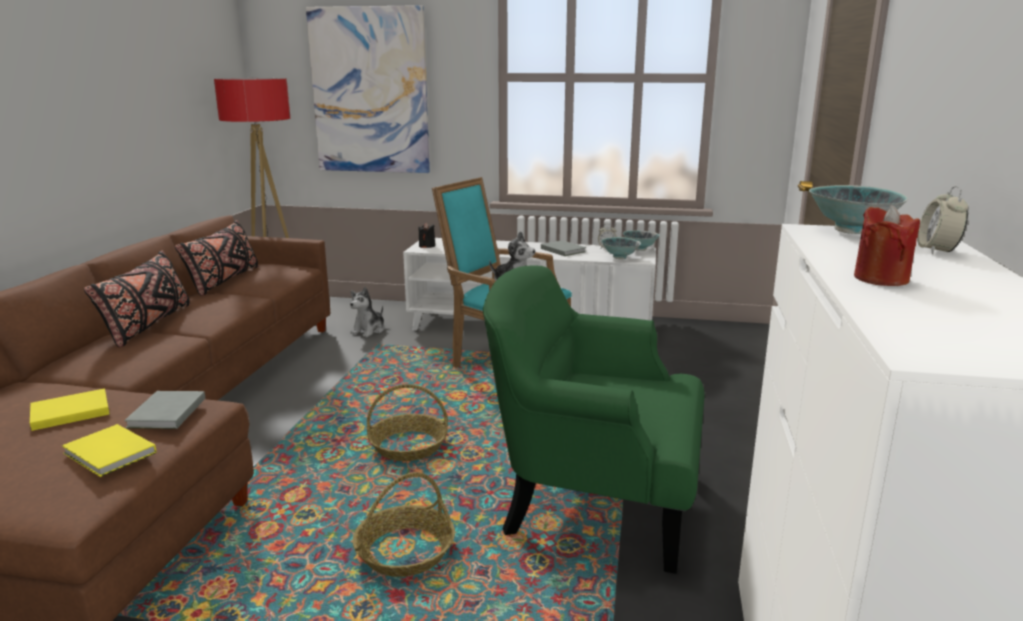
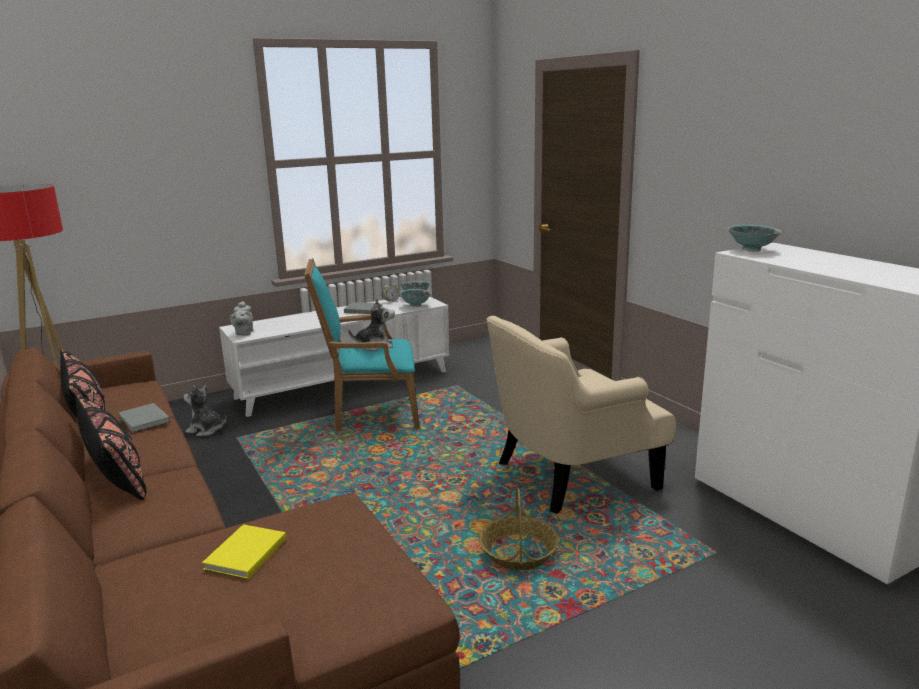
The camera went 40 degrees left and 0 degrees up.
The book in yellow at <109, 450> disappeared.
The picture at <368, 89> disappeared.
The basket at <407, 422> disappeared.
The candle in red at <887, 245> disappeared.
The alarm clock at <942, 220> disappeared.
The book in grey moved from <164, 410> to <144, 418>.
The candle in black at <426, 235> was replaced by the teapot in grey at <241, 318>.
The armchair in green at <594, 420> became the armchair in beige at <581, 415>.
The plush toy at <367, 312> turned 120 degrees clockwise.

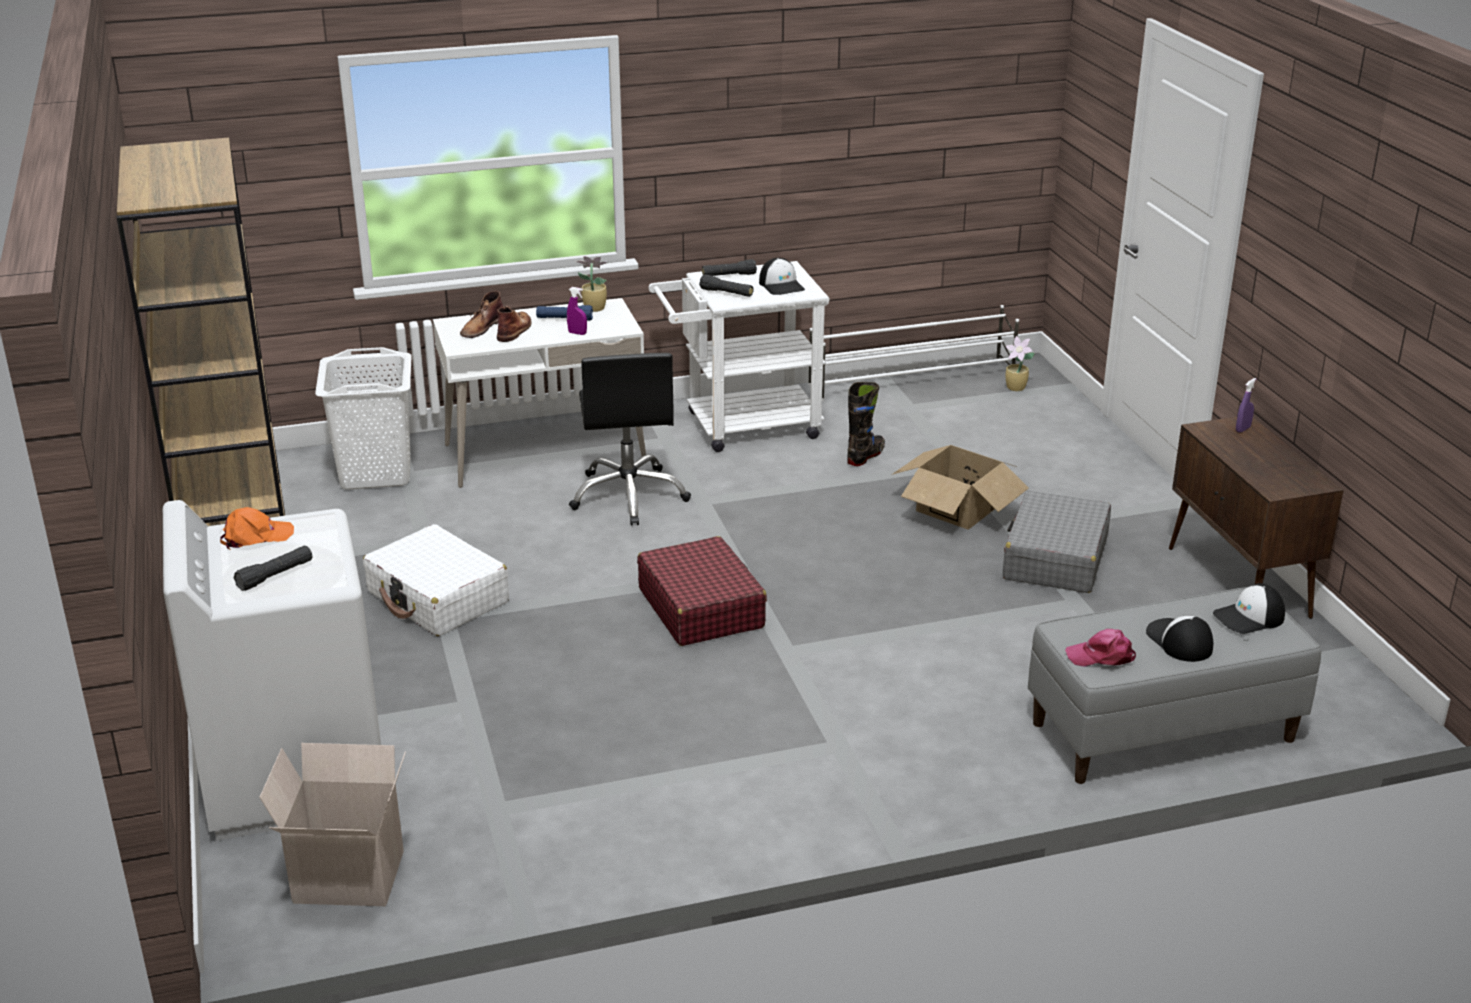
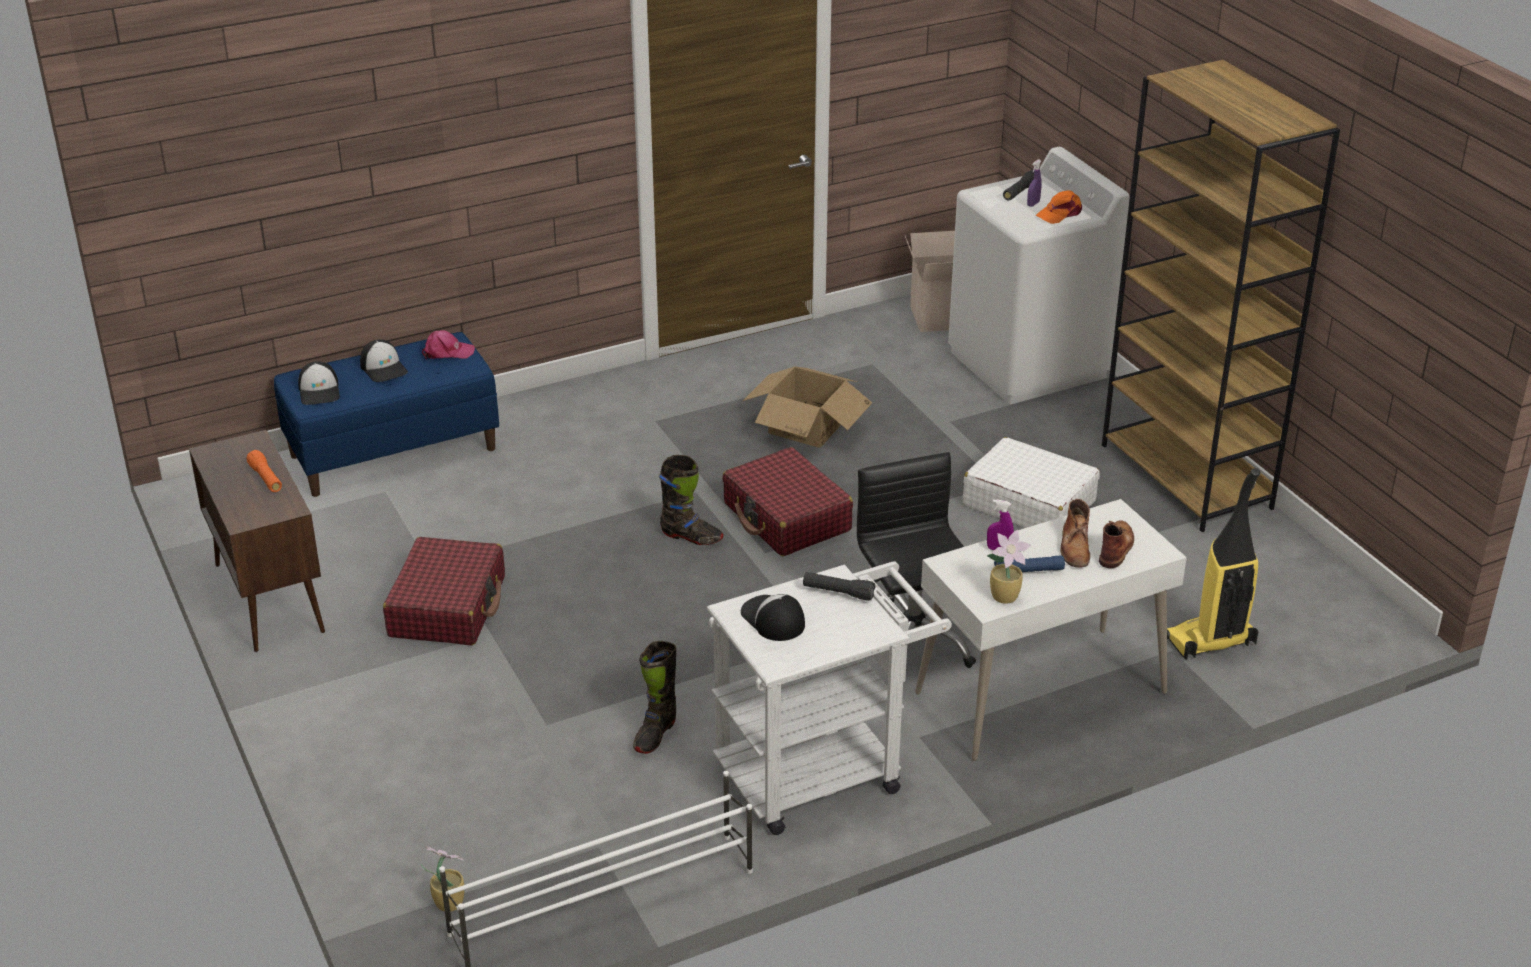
The camera went 170 degrees right and 5 degrees up.
The flashlight in black at <729, 267> disappeared.
The flashlight in orange at <264, 471> appeared.
The boot in black at <691, 500> appeared.
The cardboard box moved from <961, 487> to <807, 407>.
The spray bottle in purple moved from <1246, 405> to <1034, 183>.
The laundry basket in white at <363, 418> was replaced by the vacuum cleaner at <1214, 564>.
The suitcase in grey at <1057, 542> became the suitcase in red at <444, 591>.
The bench in grey at <1174, 685> became the bench in blue at <386, 414>.
The cap at <1249, 608> turned 105 degrees clockwise.

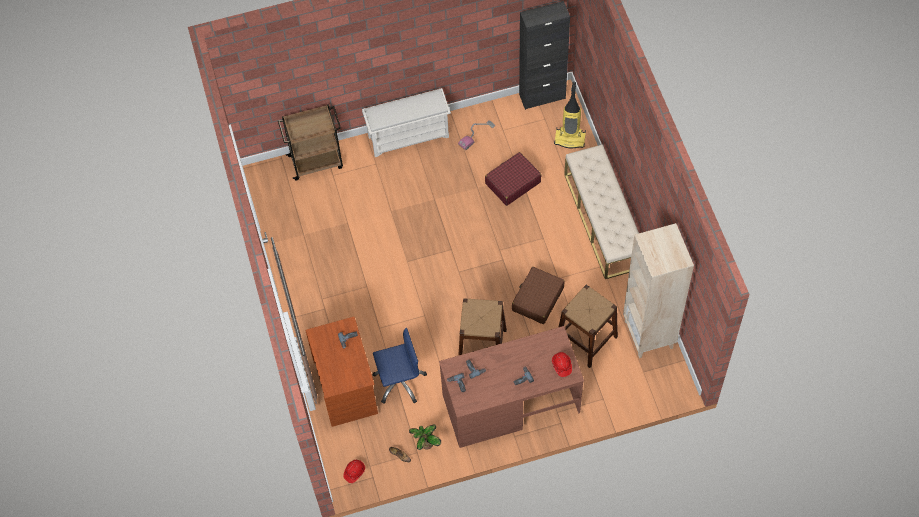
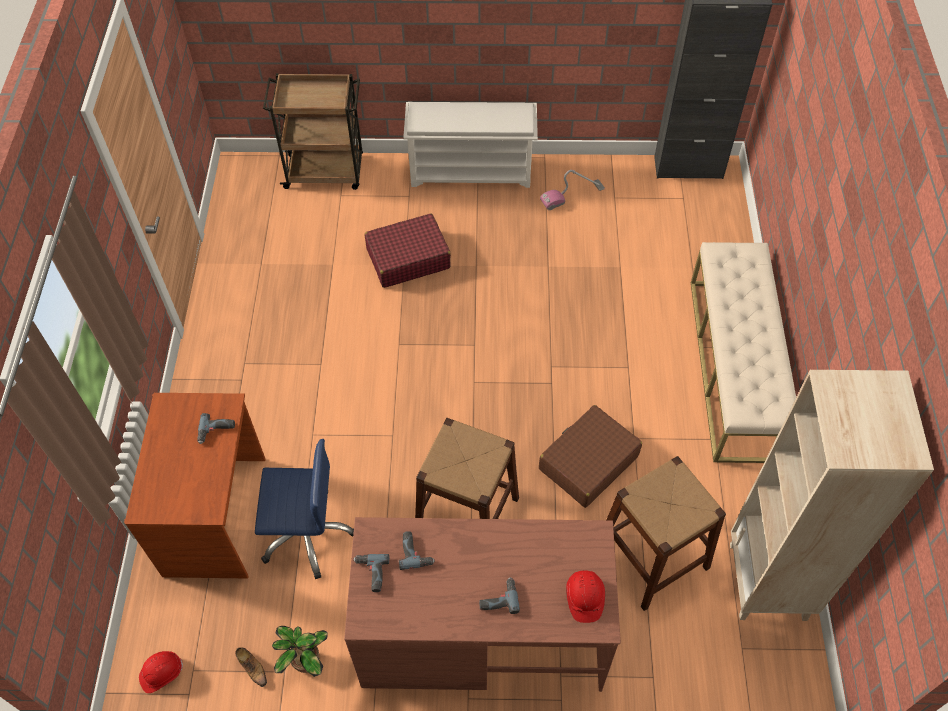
The camera went 15 degrees right and 5 degrees down.
The vacuum cleaner at <570, 115> disappeared.
The suitcase in red moved from <513, 179> to <407, 250>.

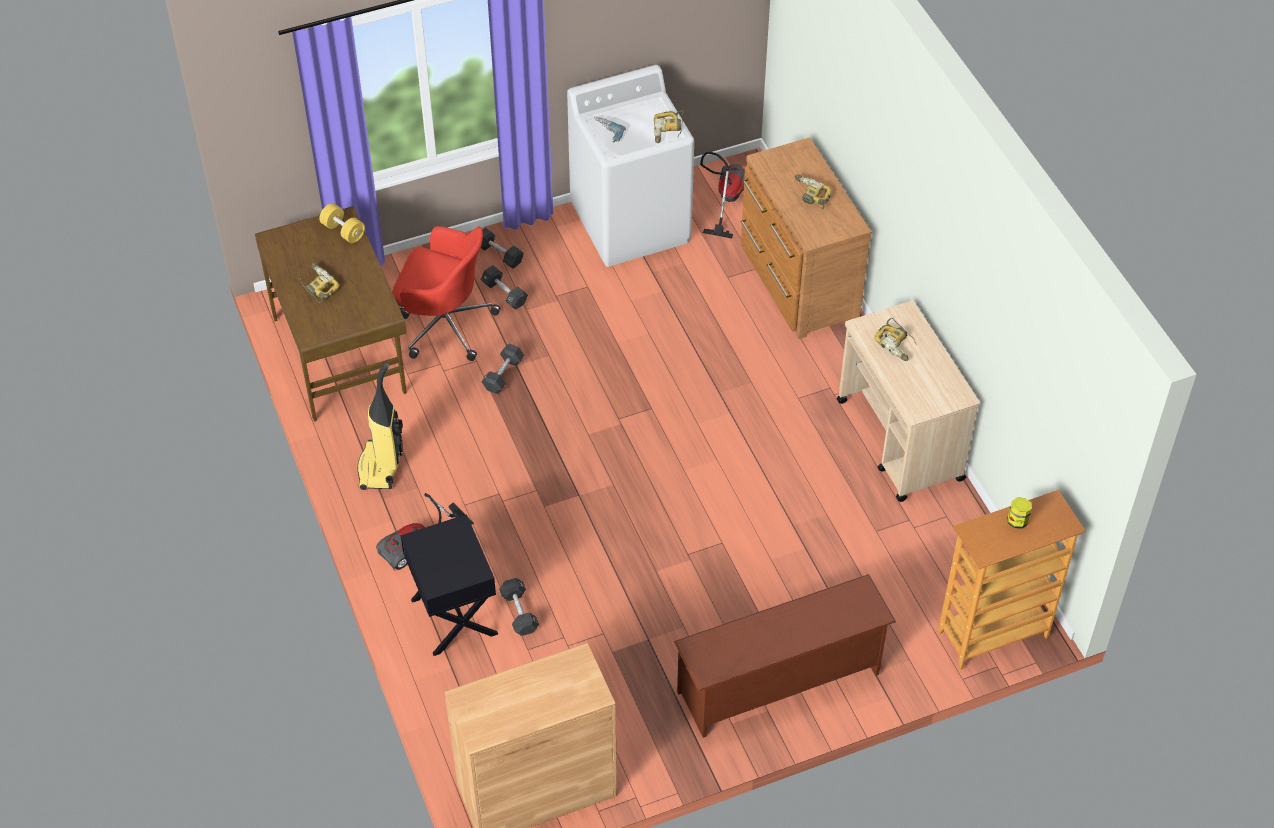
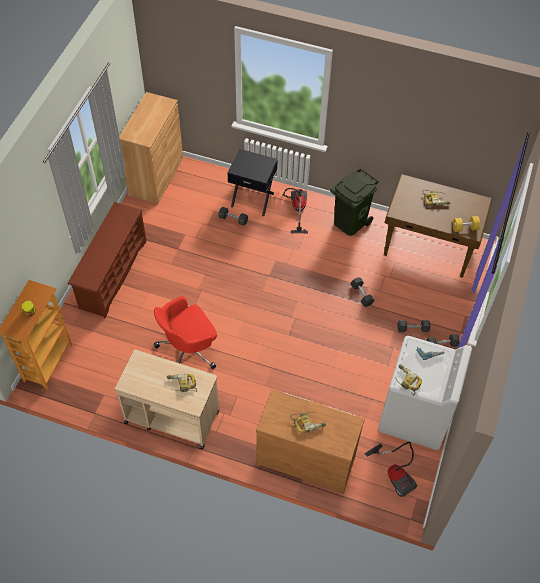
The camera went 130 degrees right and 5 degrees up.
The office chair in red moved from <446, 293> to <185, 332>.
The vacuum cleaner at <380, 426> was replaced by the trash can in green at <354, 202>.

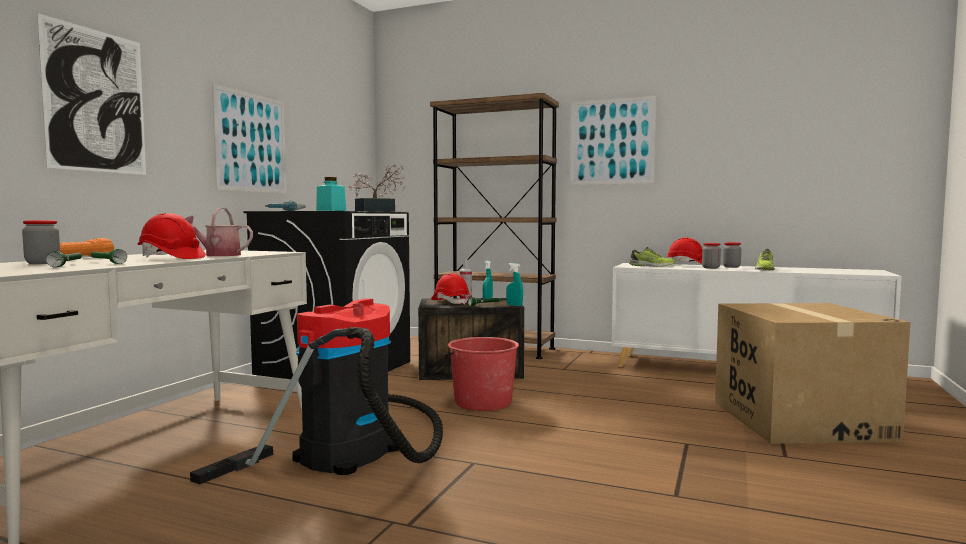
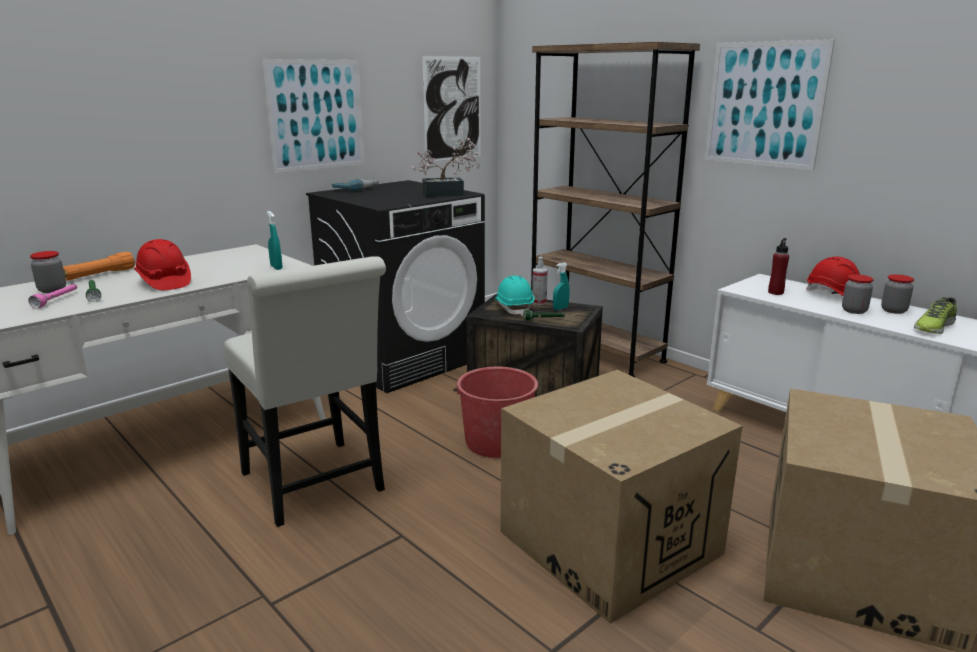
The camera went 25 degrees right and 15 degrees up.
The watering can at <219, 231> disappeared.
The jar in turquoise at <331, 194> disappeared.
The cardboard box at <621, 497> appeared.
The picture moved from <91, 94> to <451, 109>.
The spray bottle in turquoise moved from <514, 284> to <274, 240>.
The vacuum cleaner at <316, 391> was replaced by the chair in white at <305, 391>.
The shoe at <652, 257> was replaced by the bottle in red at <778, 266>.
The flashlight in green at <64, 259> became the flashlight in pink at <52, 296>.
The hard hat in red at <450, 289> became the hard hat in turquoise at <515, 296>.

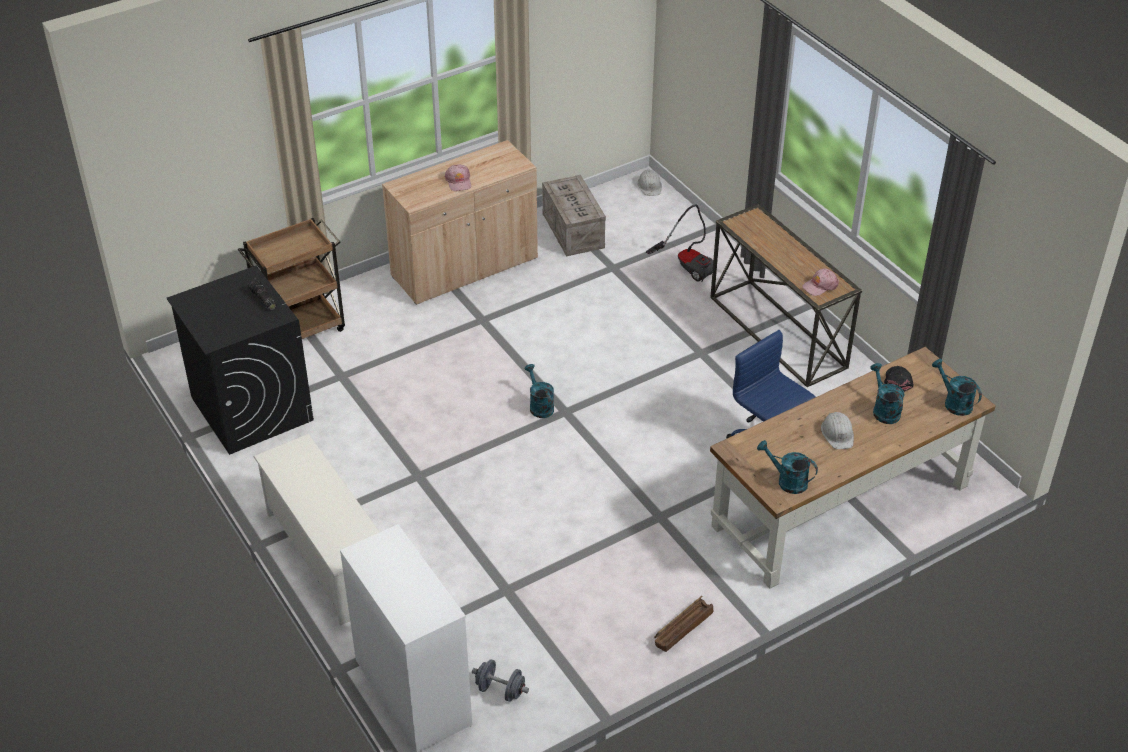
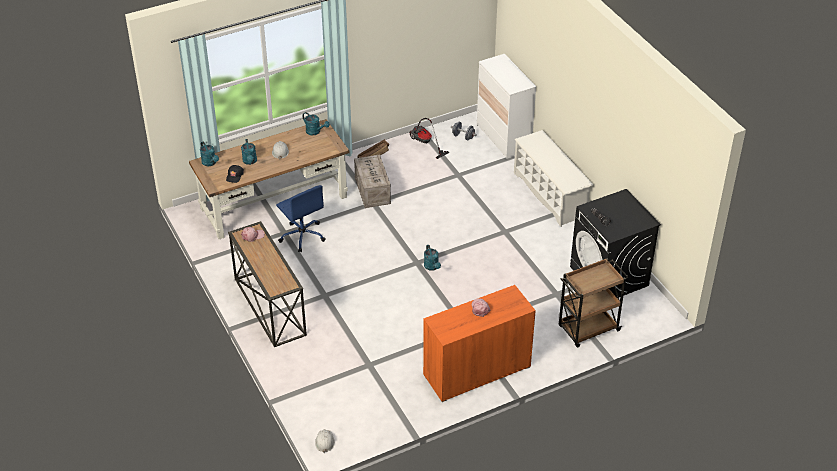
The camera went 175 degrees left and 0 degrees up.
The crate moved from <574, 215> to <372, 181>.
The vacuum cleaner moved from <679, 243> to <429, 138>.
The cabinet in beige at <460, 222> became the cabinet in orange at <479, 343>.

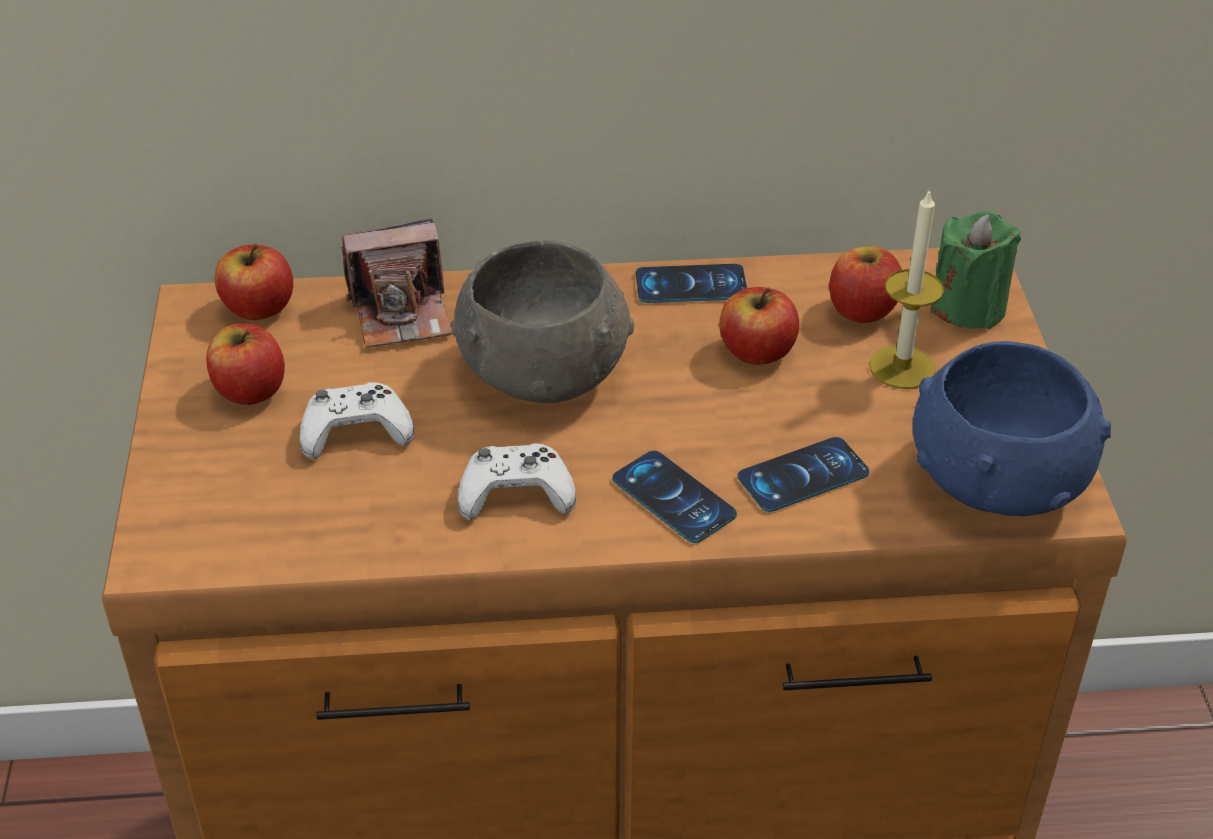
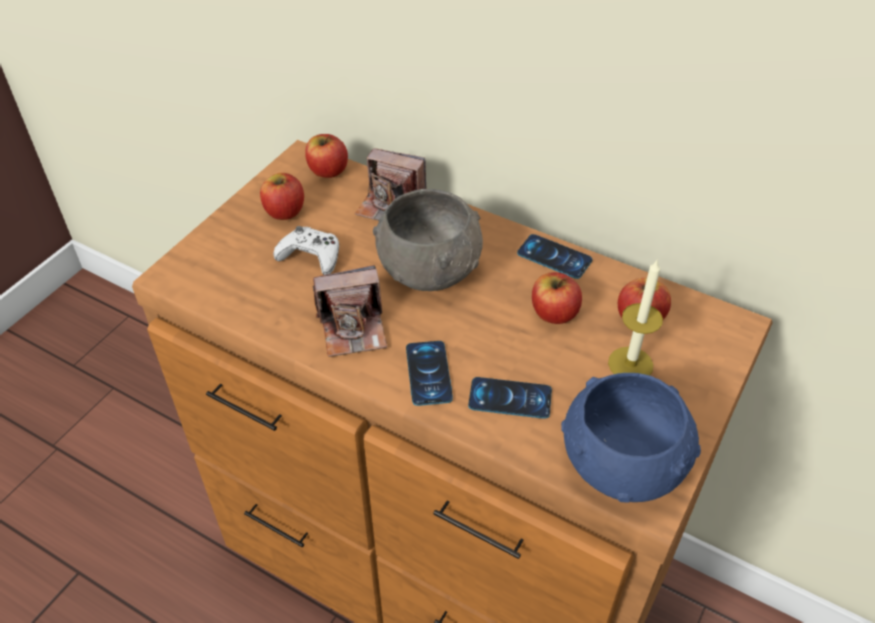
The camera went 35 degrees right and 5 degrees up.
The candle in green at <975, 270> disappeared.
The game controller in white at <517, 481> was replaced by the photo camera at <350, 311>.

